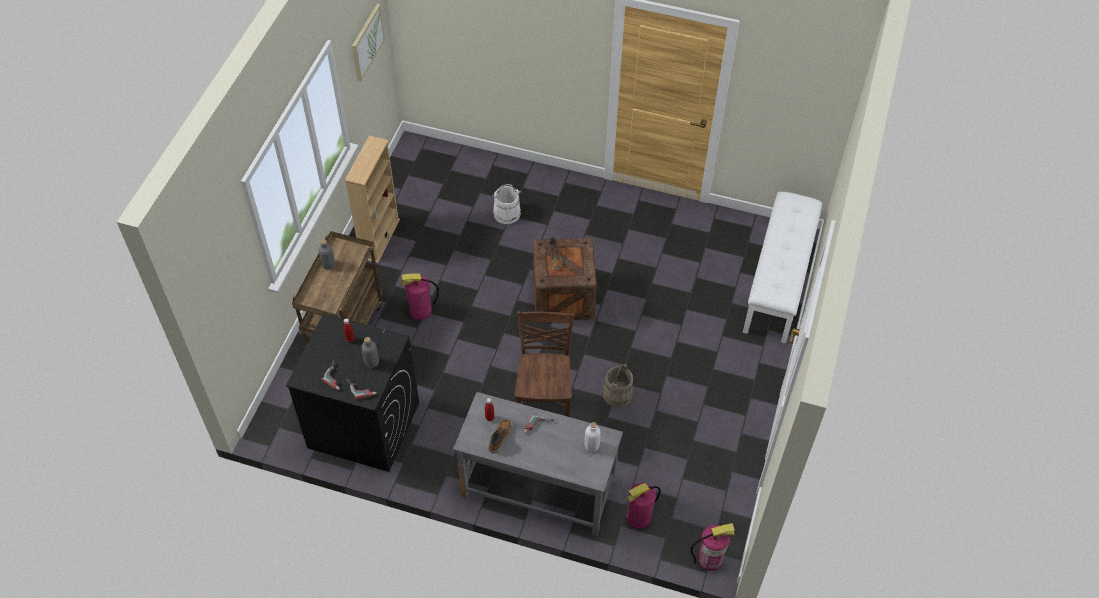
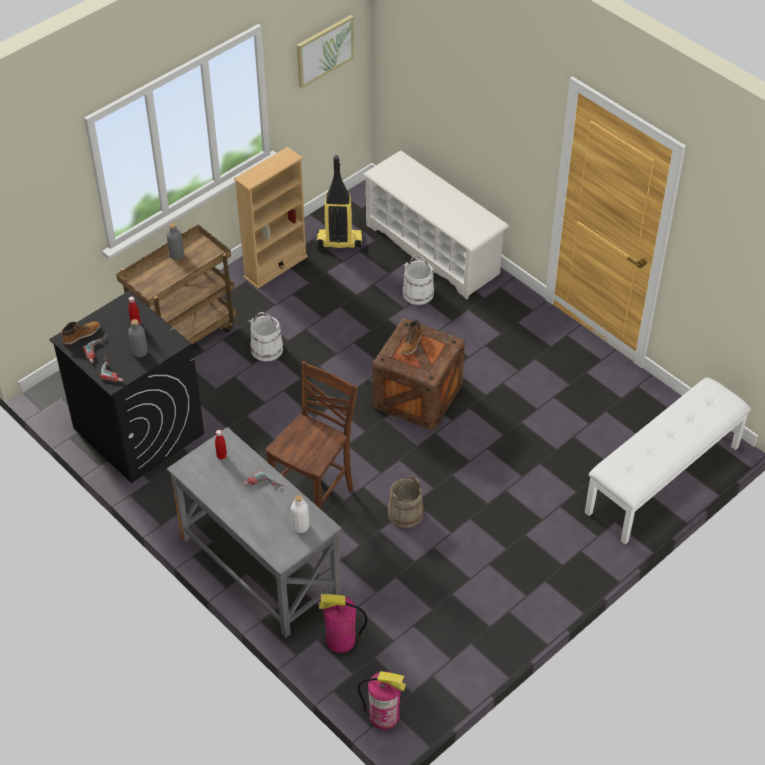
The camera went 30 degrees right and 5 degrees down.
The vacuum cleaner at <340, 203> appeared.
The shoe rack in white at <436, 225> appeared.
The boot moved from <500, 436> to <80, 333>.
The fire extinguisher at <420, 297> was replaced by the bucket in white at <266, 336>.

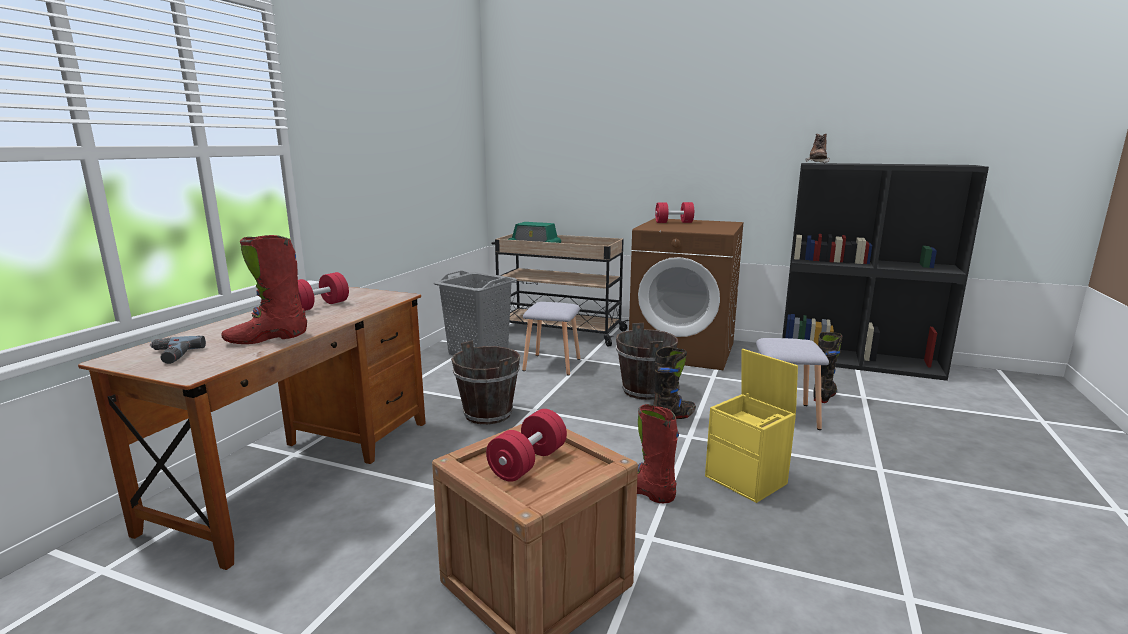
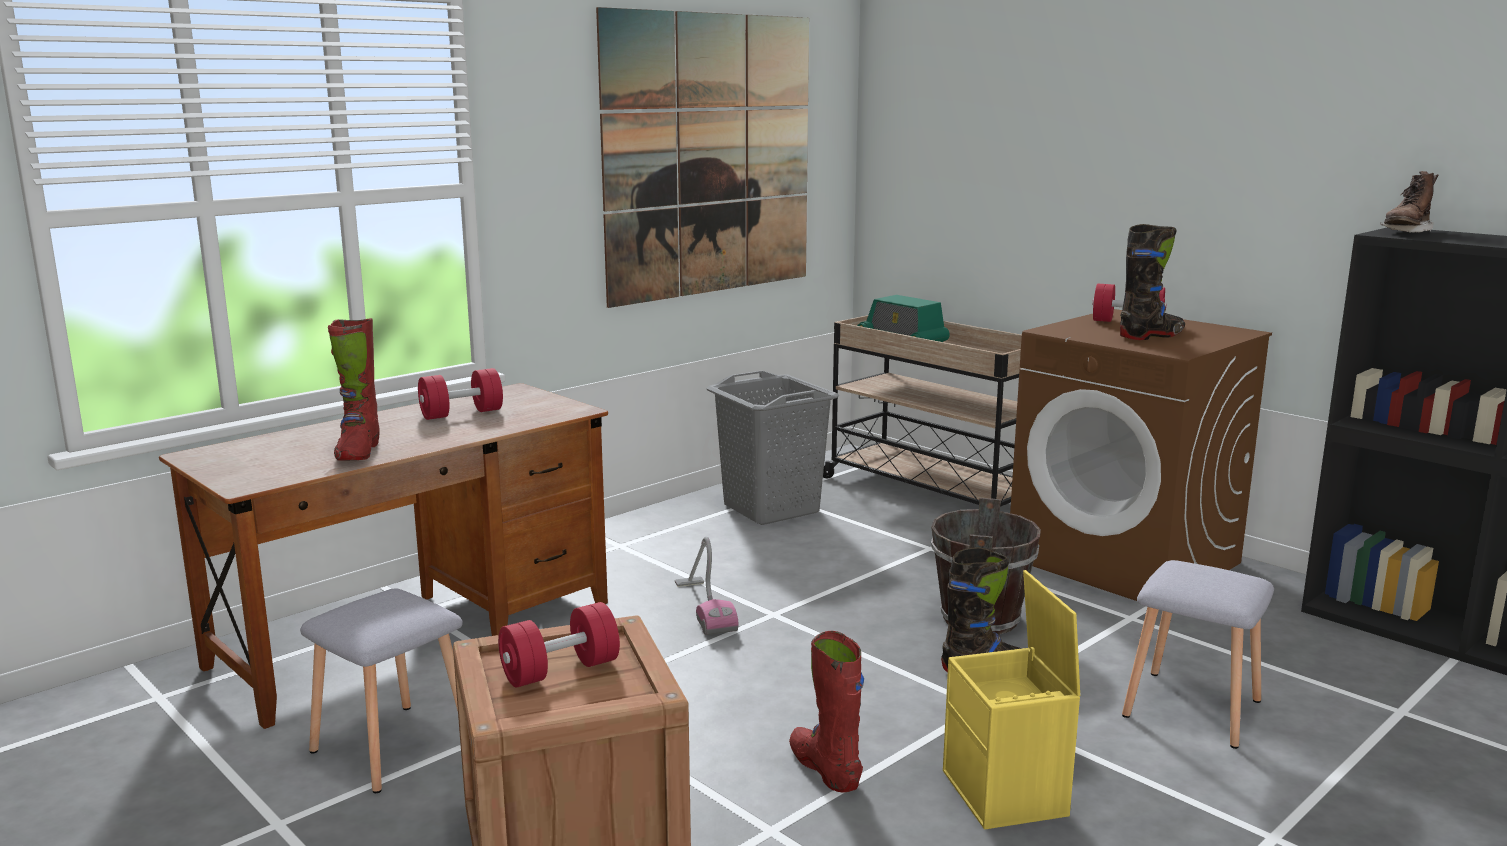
The camera went 25 degrees right and 0 degrees up.
The power drill at <178, 350> disappeared.
The picture at <702, 157> appeared.
The stool in grey moved from <551, 339> to <381, 691>.
The boot in black moved from <828, 367> to <1152, 282>.
The bucket in brown at <485, 383> was replaced by the vacuum cleaner at <706, 586>.
The boot in red at <264, 289> turned 90 degrees counterclockwise.

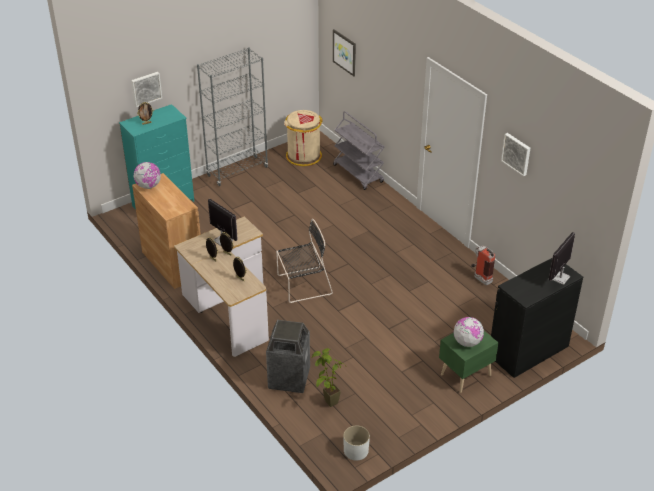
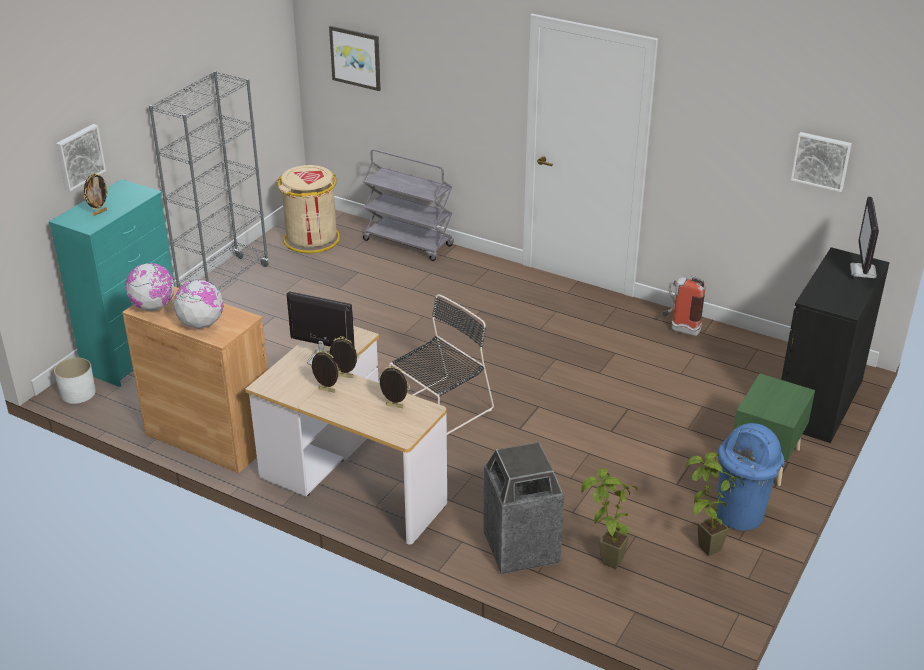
The camera went 25 degrees left and 5 degrees down.
The potted plant at <714, 504> appeared.
The trash can in blue at <750, 477> appeared.
The planter in white moved from <356, 443> to <75, 380>.
The globe moved from <469, 332> to <199, 304>.
The picture moved from <515, 154> to <821, 162>.

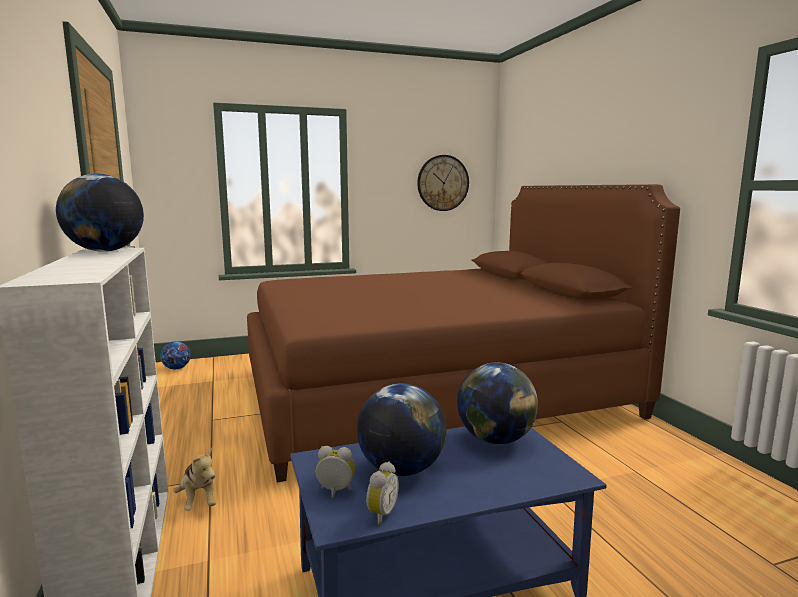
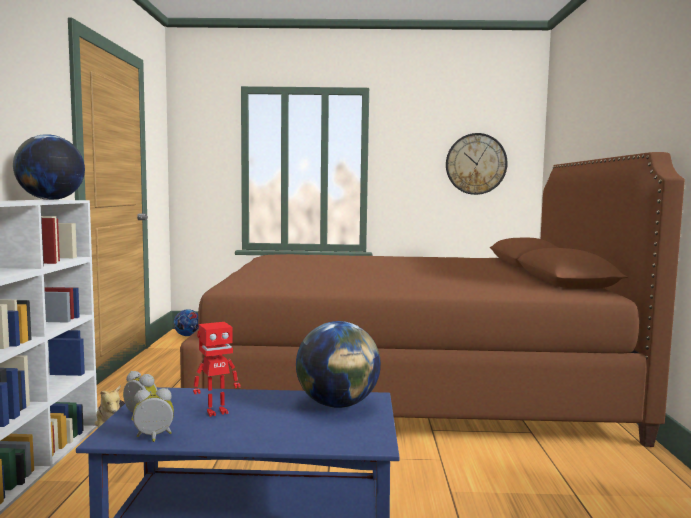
The camera went 20 degrees right and 5 degrees down.
The globe at <401, 429> was replaced by the toy robot at <217, 369>.
The alarm clock at <382, 493> turned 150 degrees counterclockwise.

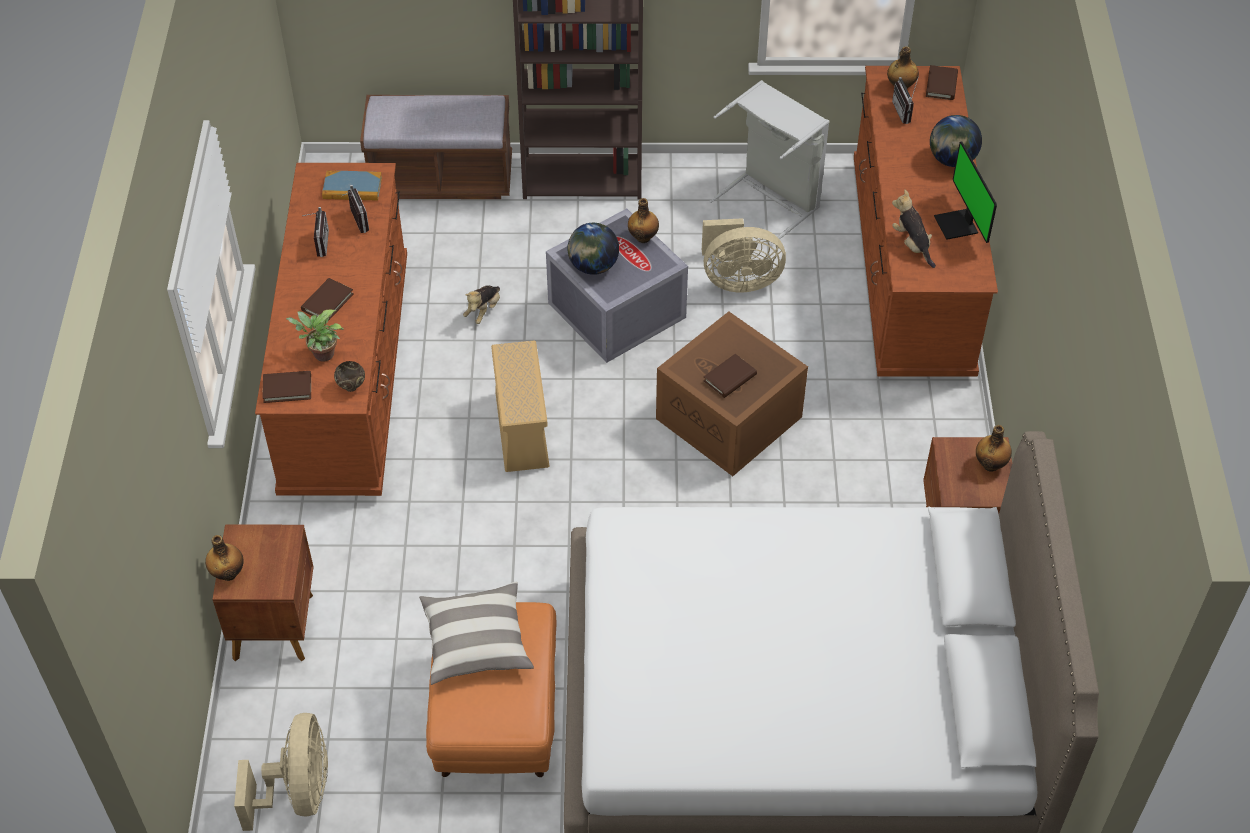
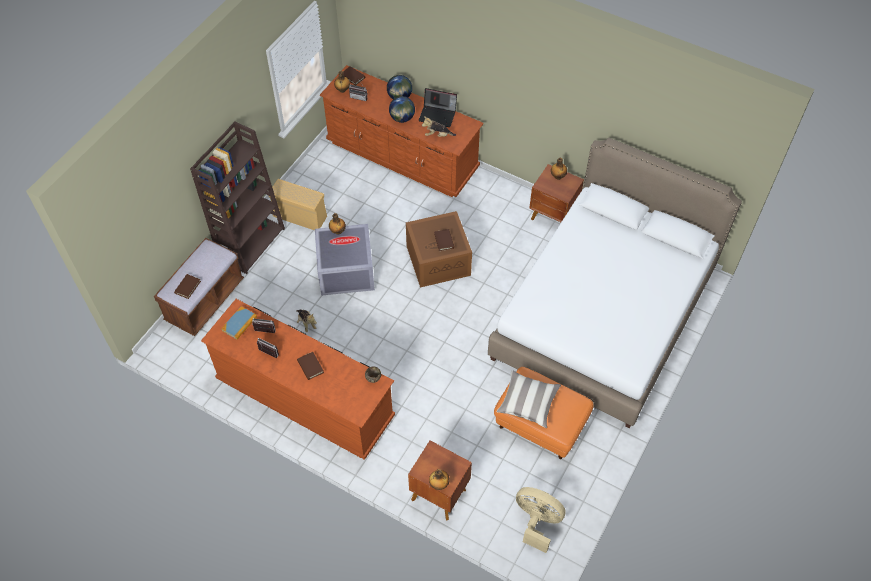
The camera went 60 degrees left and 5 degrees up.
The potted plant at <315, 335> disappeared.
The fan in beige at <744, 255> disappeared.
The laundry basket in grey at <769, 162> disappeared.
The book in brown moved from <286, 387> to <187, 286>.
The storage box in beige moved from <520, 406> to <297, 204>.
The globe moved from <593, 249> to <402, 109>.
The monitor at <965, 192> was replaced by the laptop at <438, 107>.

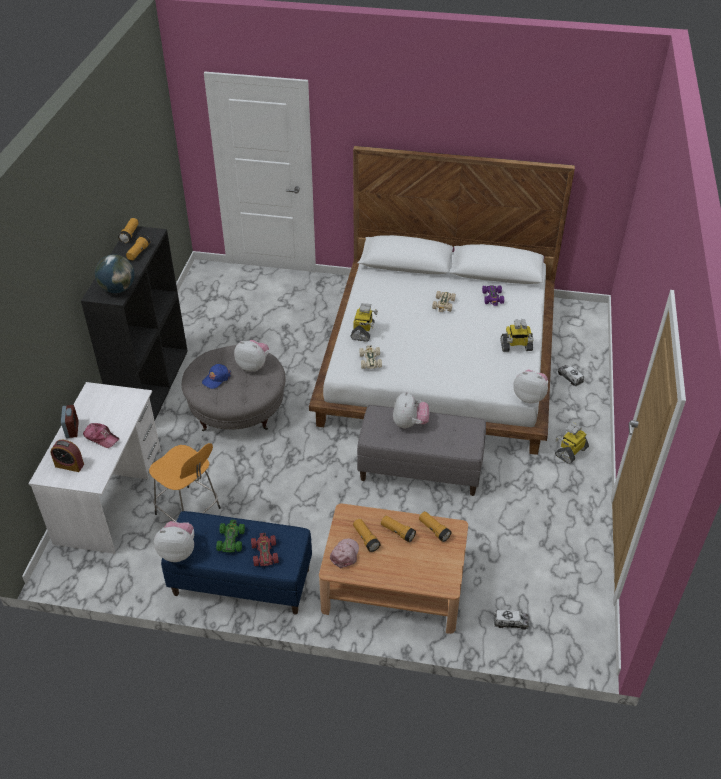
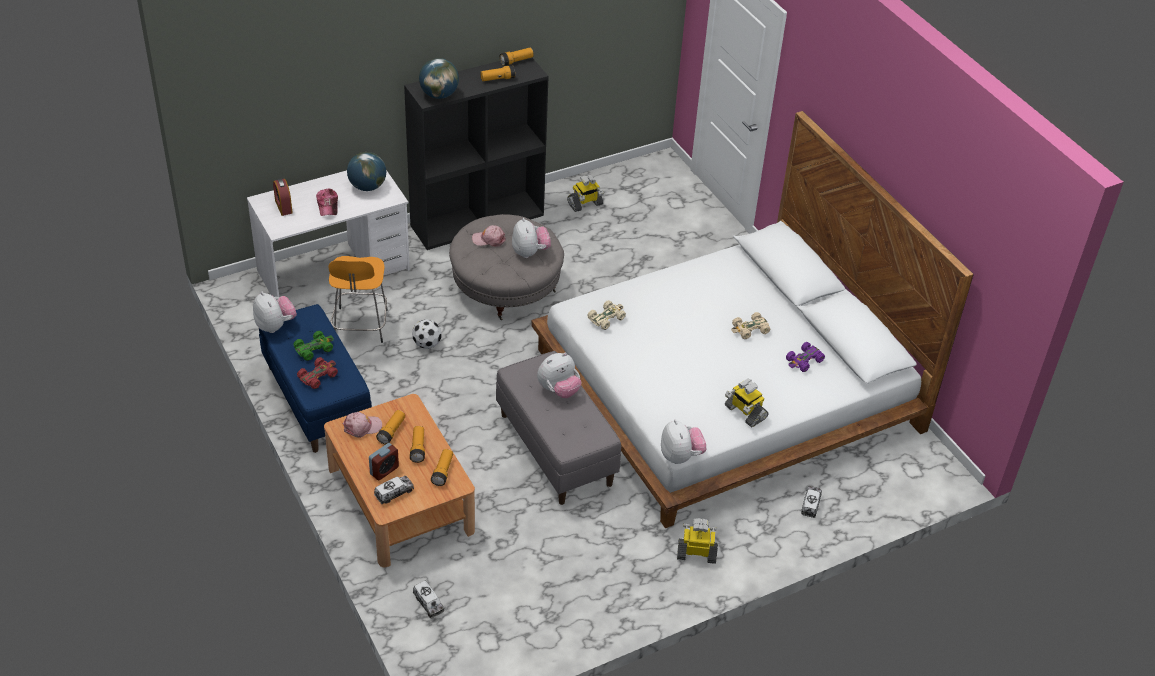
The camera went 50 degrees right and 0 degrees up.
The globe at <366, 171> appeared.
The toy truck at <394, 490> appeared.
The football at <427, 334> appeared.
The alarm clock moved from <70, 421> to <384, 462>.
The toy robot moved from <364, 322> to <585, 193>.
The cap in blue at <216, 376> became the cap in pink at <489, 236>.

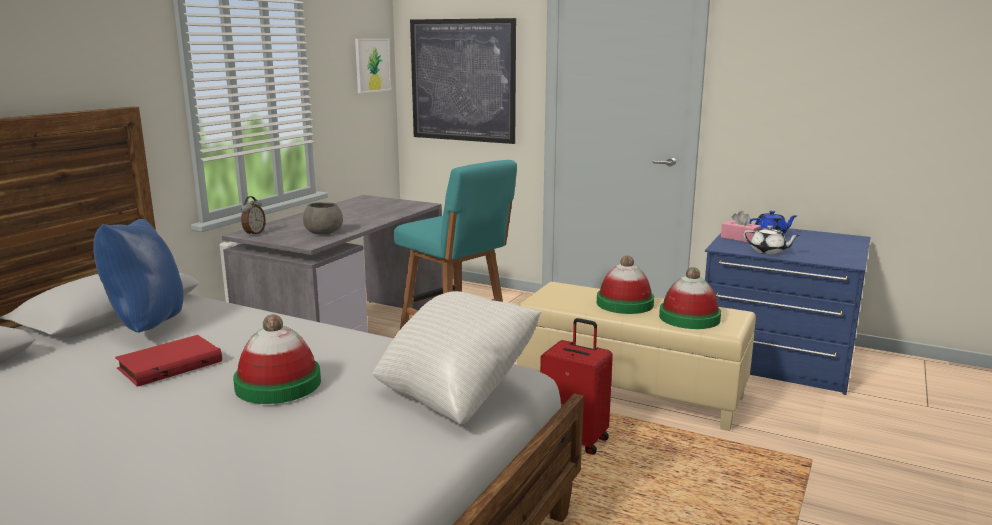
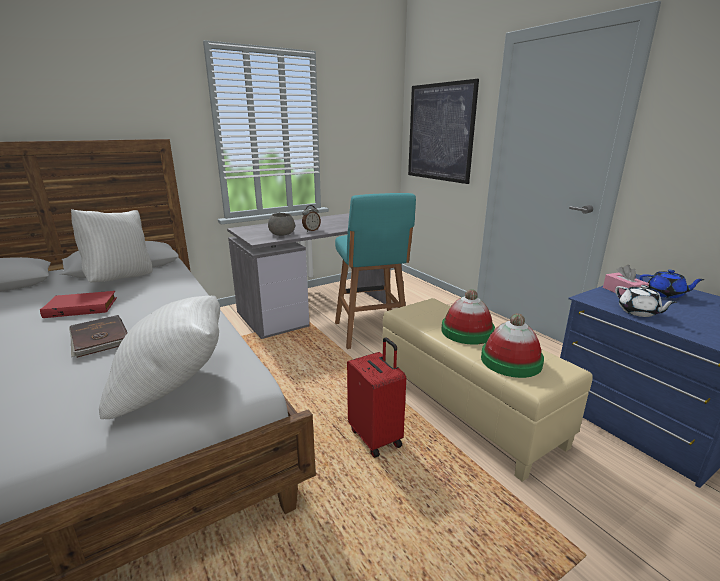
The camera went 30 degrees right and 5 degrees up.
The picture at <373, 66> disappeared.
The alarm clock moved from <253, 216> to <311, 218>.
The hat at <277, 359> was replaced by the book in brown at <98, 336>.
The pillow in blue at <138, 276> became the pillow in white at <112, 246>.

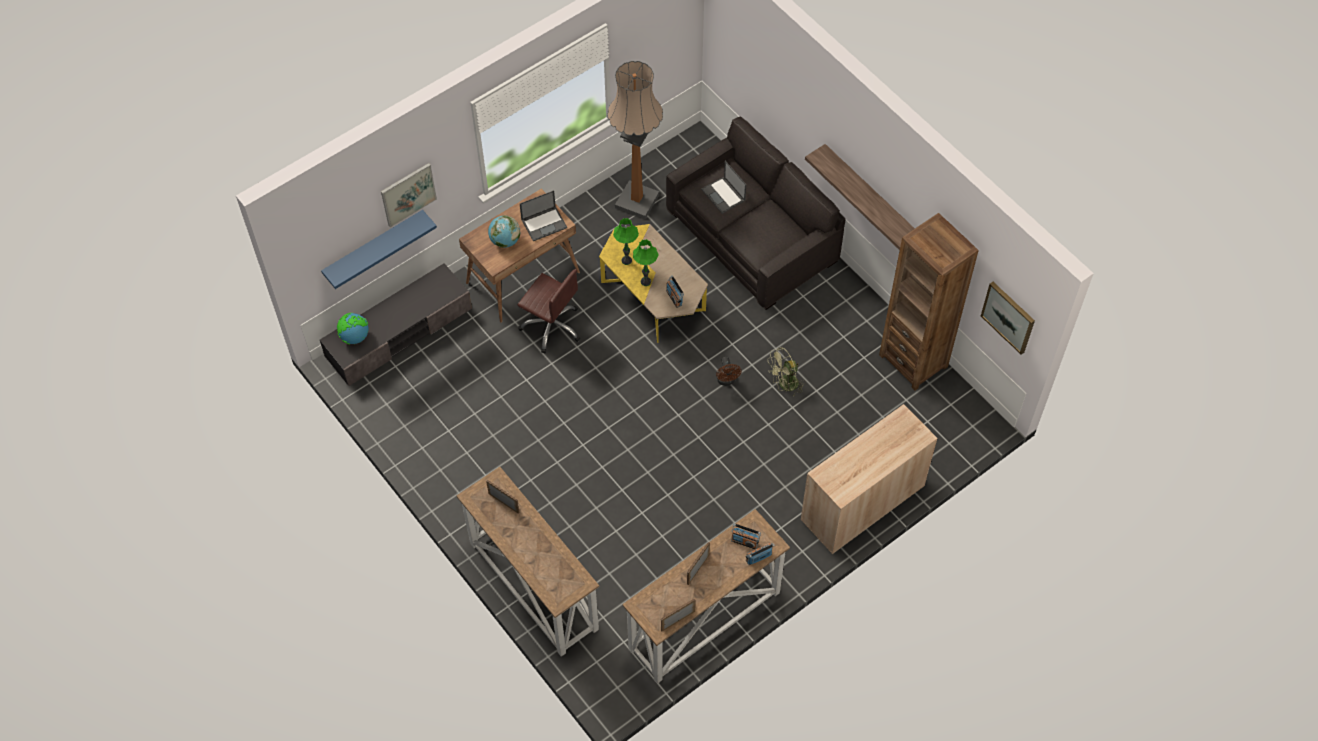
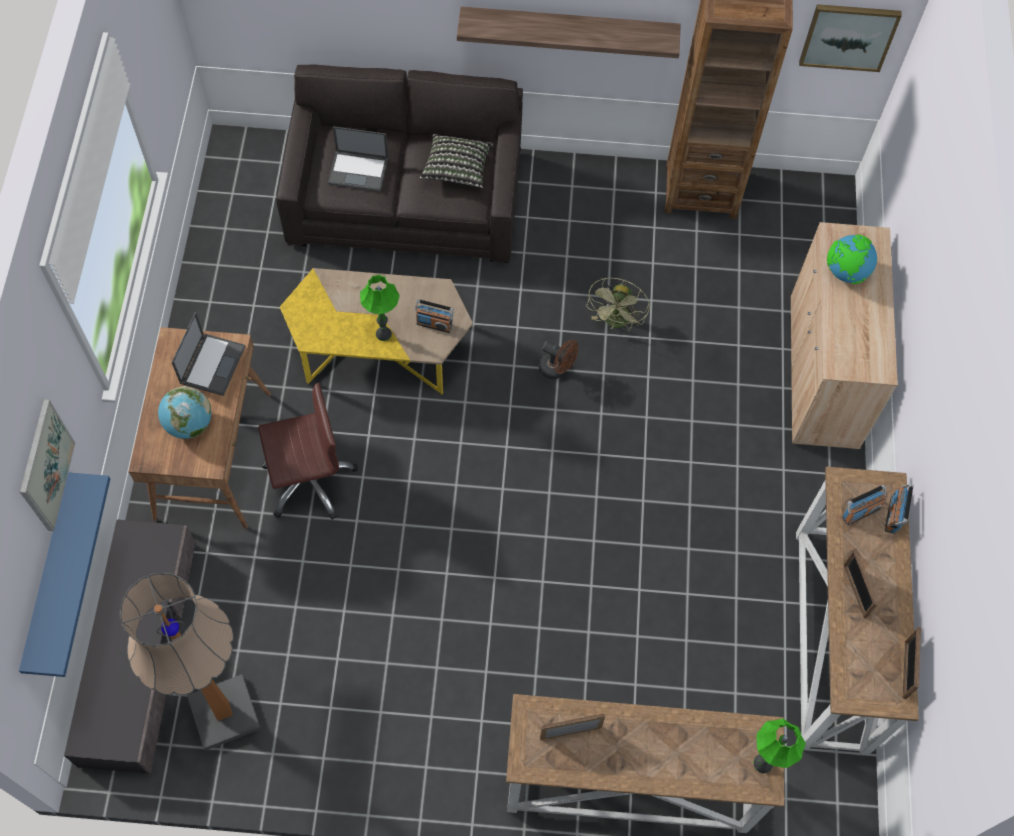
The camera went 50 degrees left and 5 degrees up.
The pillow at <456, 161> appeared.
The globe moved from <352, 328> to <852, 259>.
The floor lamp moved from <635, 140> to <190, 662>.
The table lamp in green moved from <626, 241> to <780, 746>.

